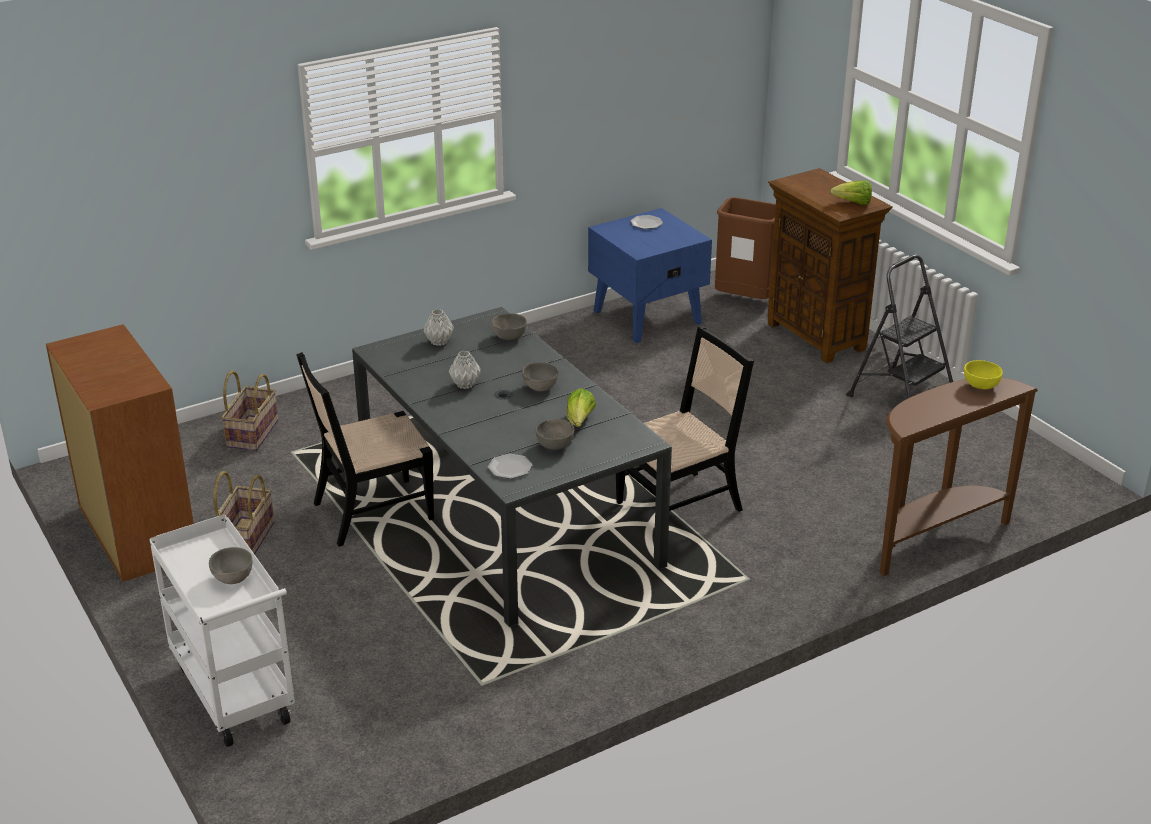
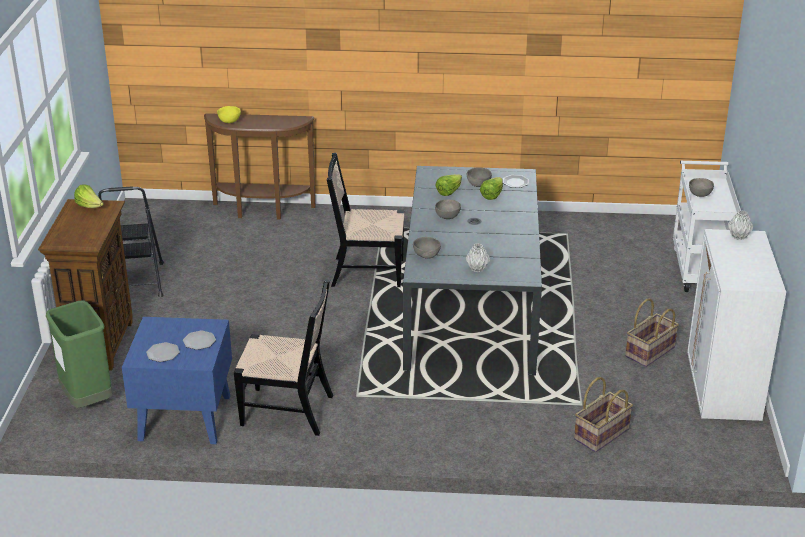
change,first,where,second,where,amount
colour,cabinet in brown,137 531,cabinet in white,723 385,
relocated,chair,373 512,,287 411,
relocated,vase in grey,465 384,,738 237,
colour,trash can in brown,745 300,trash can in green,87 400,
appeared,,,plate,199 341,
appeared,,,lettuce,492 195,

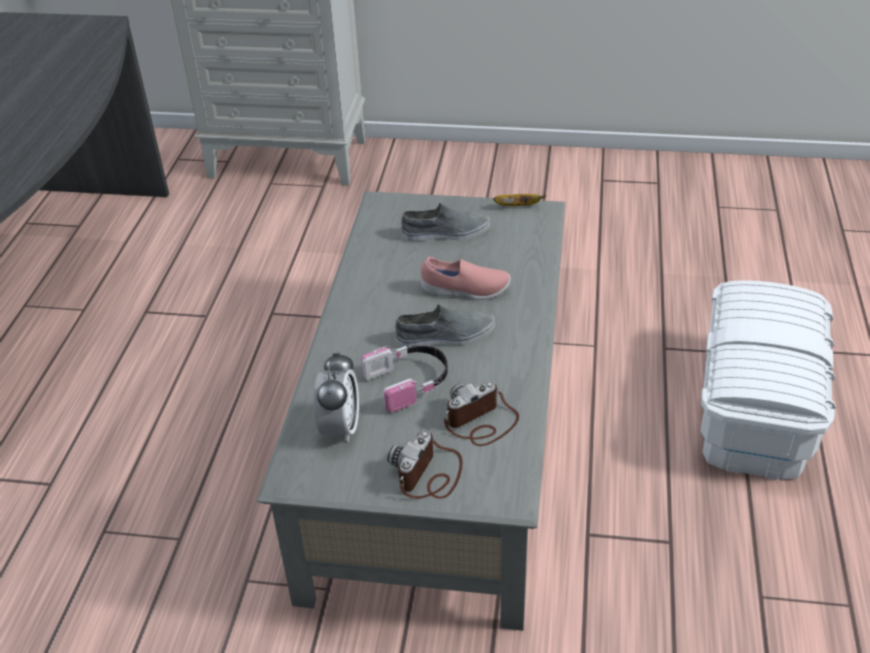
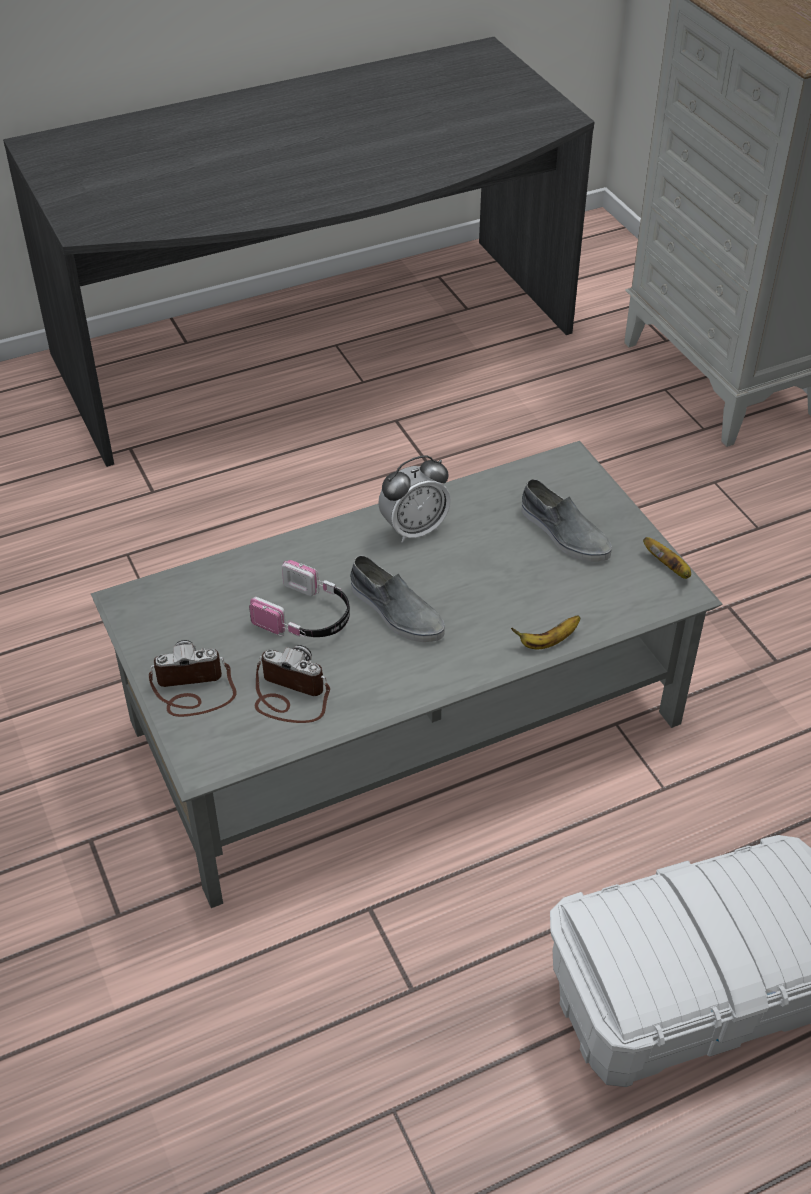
change,first,where,second,where,amount
relocated,alarm clock,340 427,,414 529,
missing,shoe in pink,465 291,,,
appeared,,,banana,548 642,

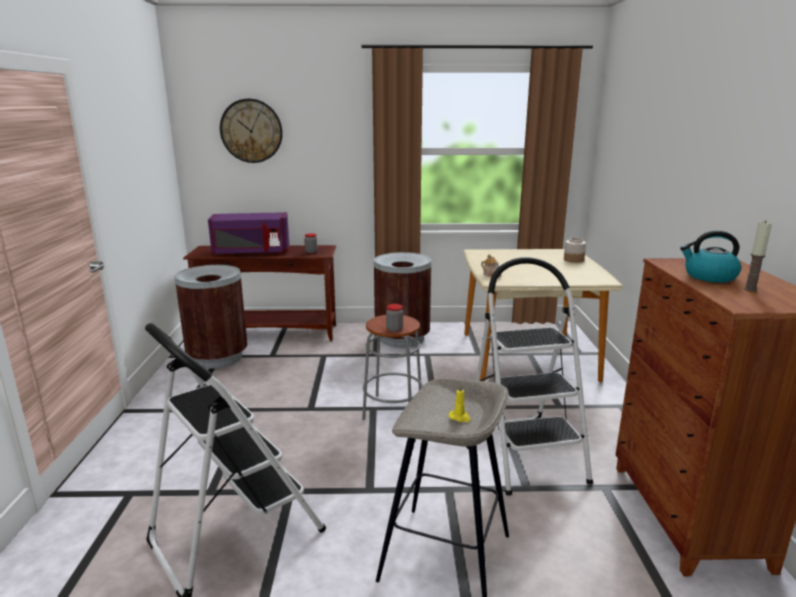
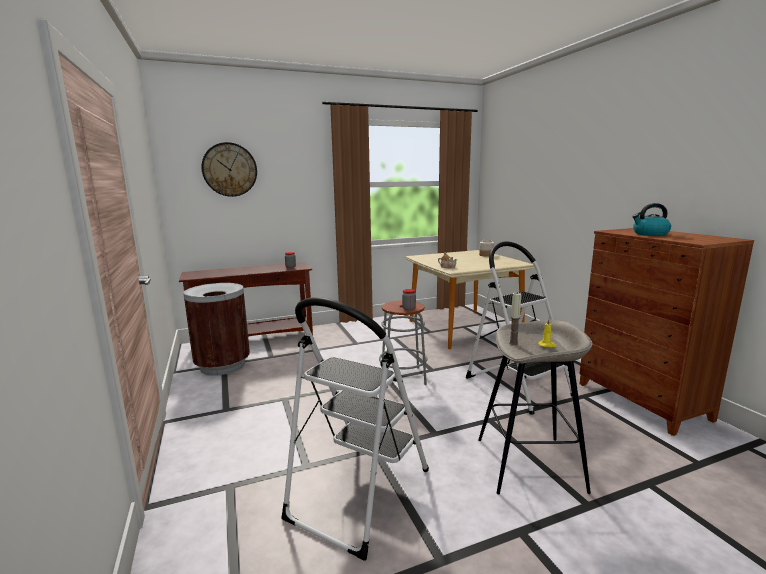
change,first,where,second,where,amount
missing,microwave in purple,251 252,,,
missing,trash can in brown,402 338,,,
relocated,candle,750 289,,513 343,

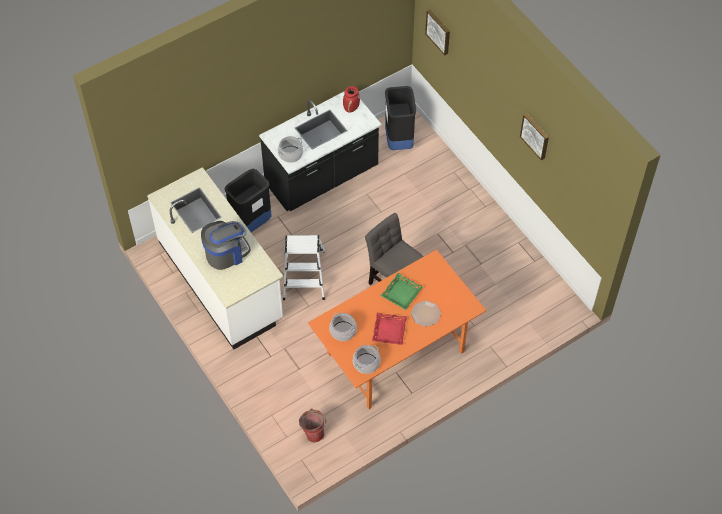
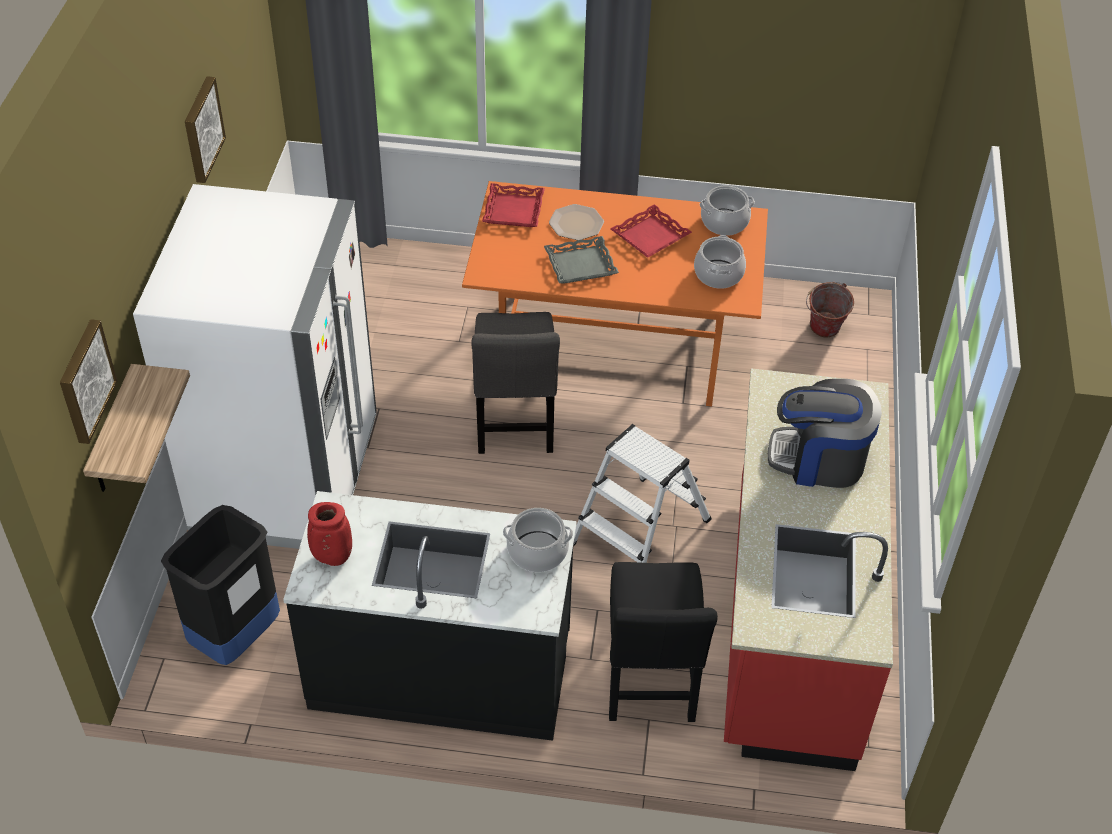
change,first,where,second,where,amount
colour,counter in white,221 280,counter in red,790 619,
exchanged,trash can in black,251 223,chair in black,650 681,
colour,tray in green,402 293,tray in grey,580 264,
appeared,,,shelf,113 434,
appeared,,,fridge in white,287 478,
appeared,,,tray in red,514 210,

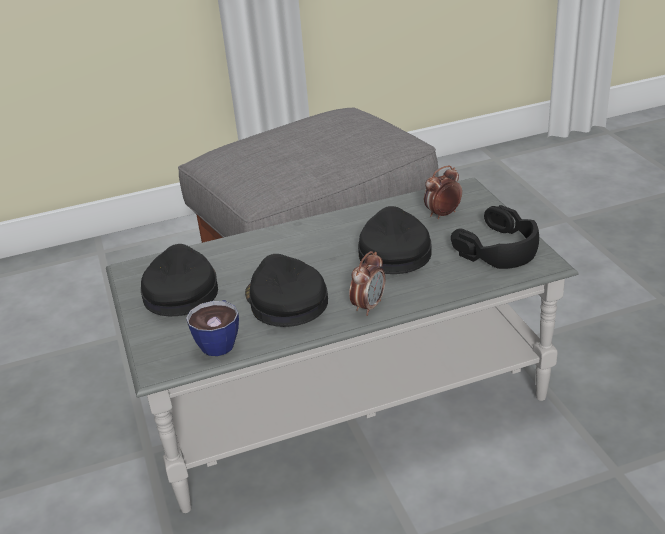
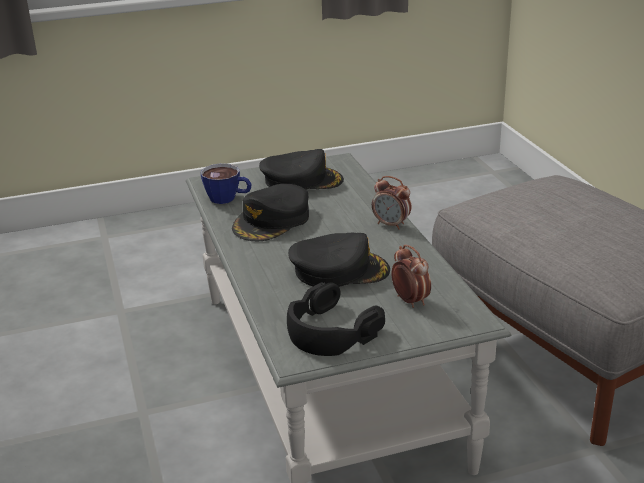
change,first,where,second,where,amount
spun,cap in black,285 300,,272 221,150 degrees clockwise
relocated,alarm clock,368 306,,391 225,

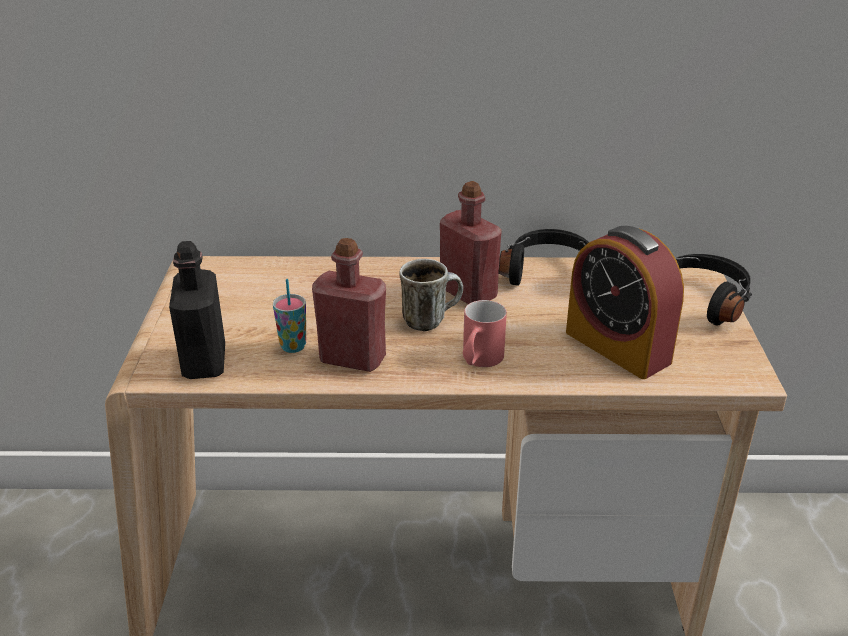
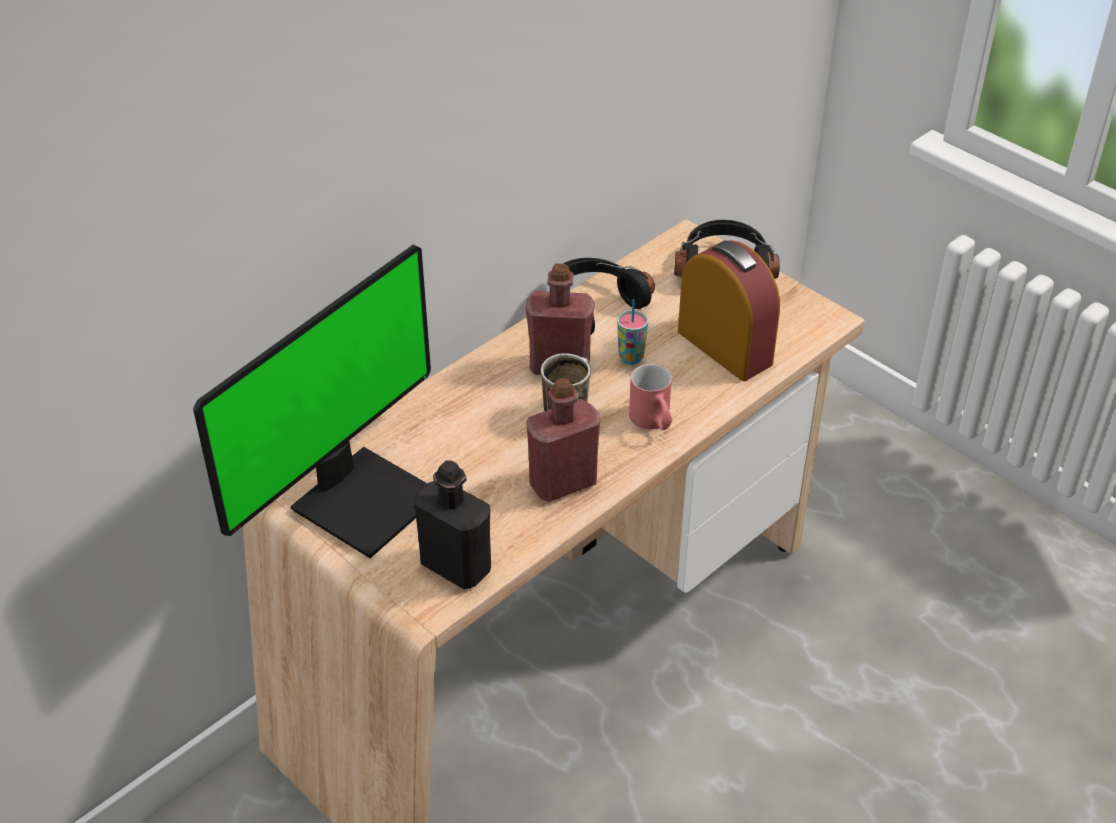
change,first,where,second,where,amount
relocated,cup,293 346,,631 358,
spun,alarm clock,617 347,,724 347,135 degrees counterclockwise
appeared,,,monitor,362 499,

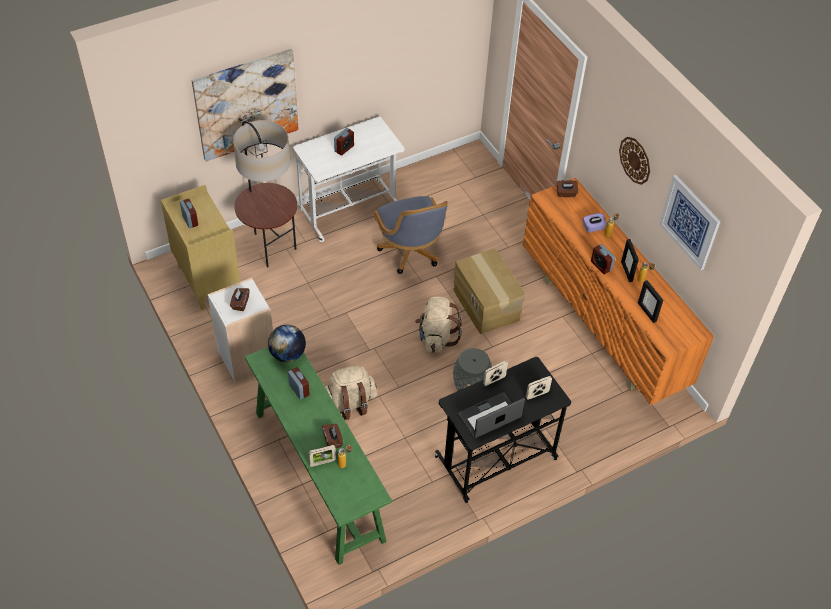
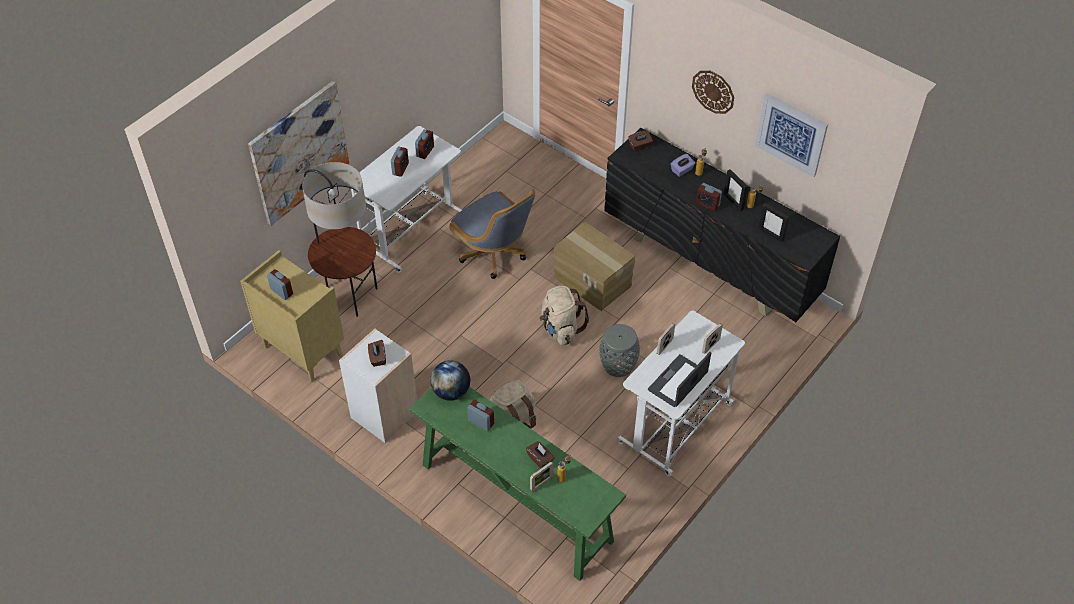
change,first,where,second,where,amount
colour,desk in black,495 458,desk in white,675 424,
colour,cabinet in orange,602 326,cabinet in black,710 264,
appeared,,,alarm clock,425 151,

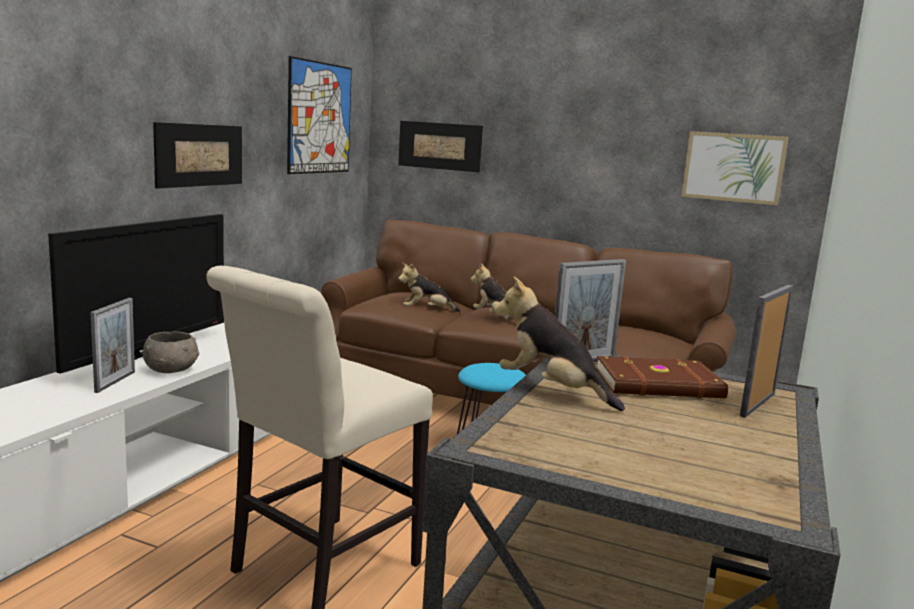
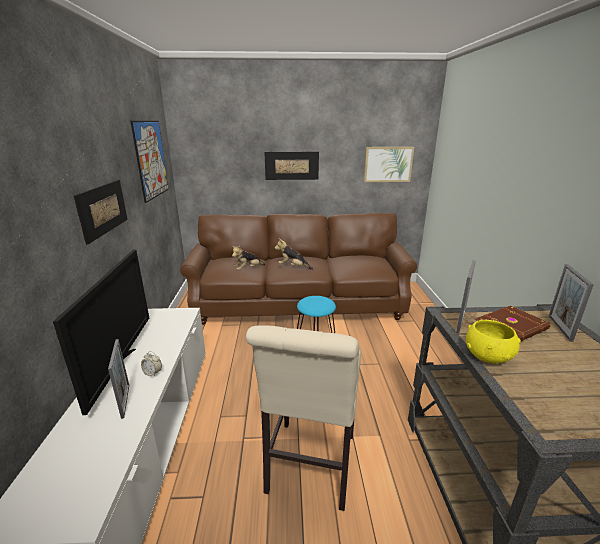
change,first,where,second,where,amount
exchanged,bowl in grey,171 370,alarm clock,153 373,
relocated,picture,439 146,,291 165,
exchanged,plush toy,551 391,bowl in yellow,488 356,

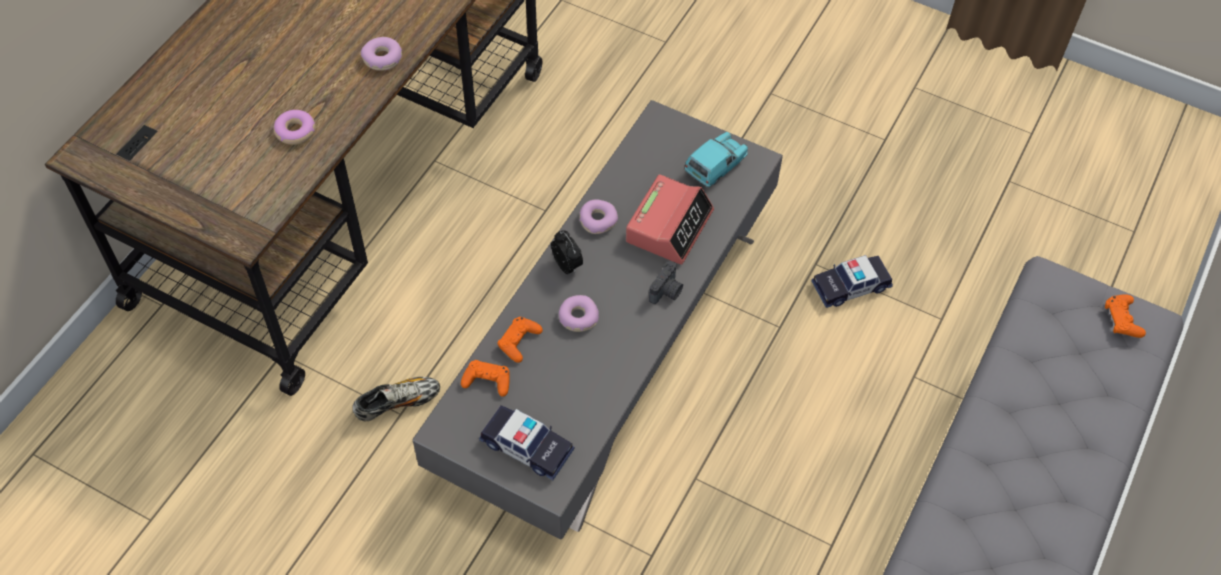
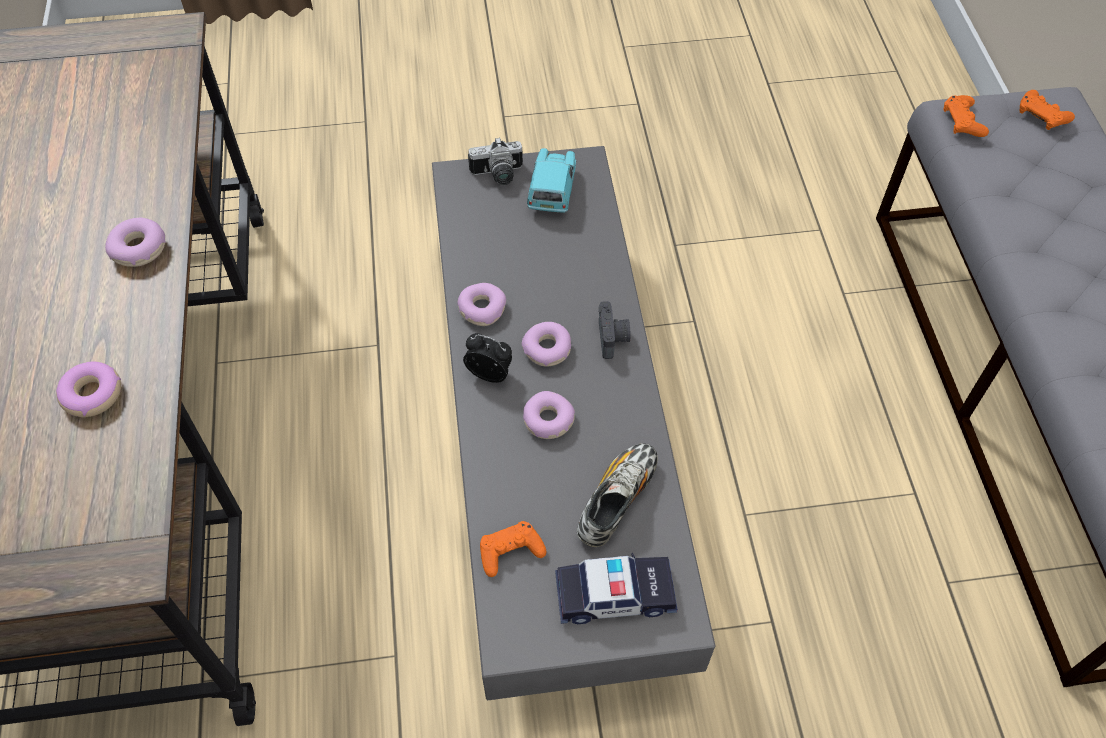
change,first,where,second,where,amount
relocated,shoe,397 403,,616 500,
relocated,game controller in orange,519 341,,963 121,
missing,alarm clock,669 226,,,
missing,toy car,850 286,,,
appeared,,,photo camera,498 175,
appeared,,,donut,547 349,

